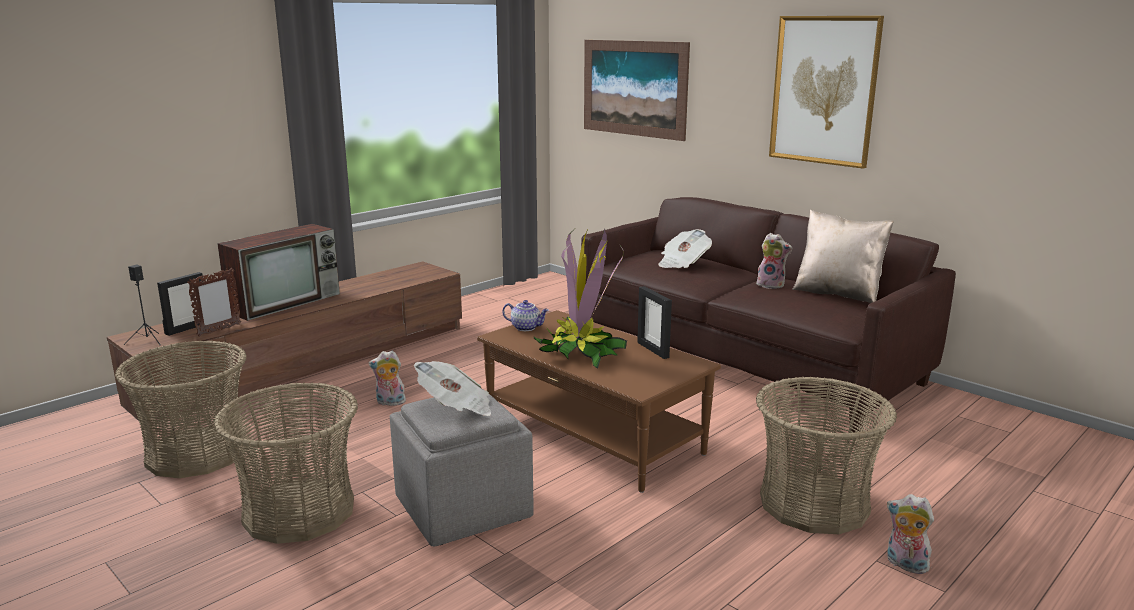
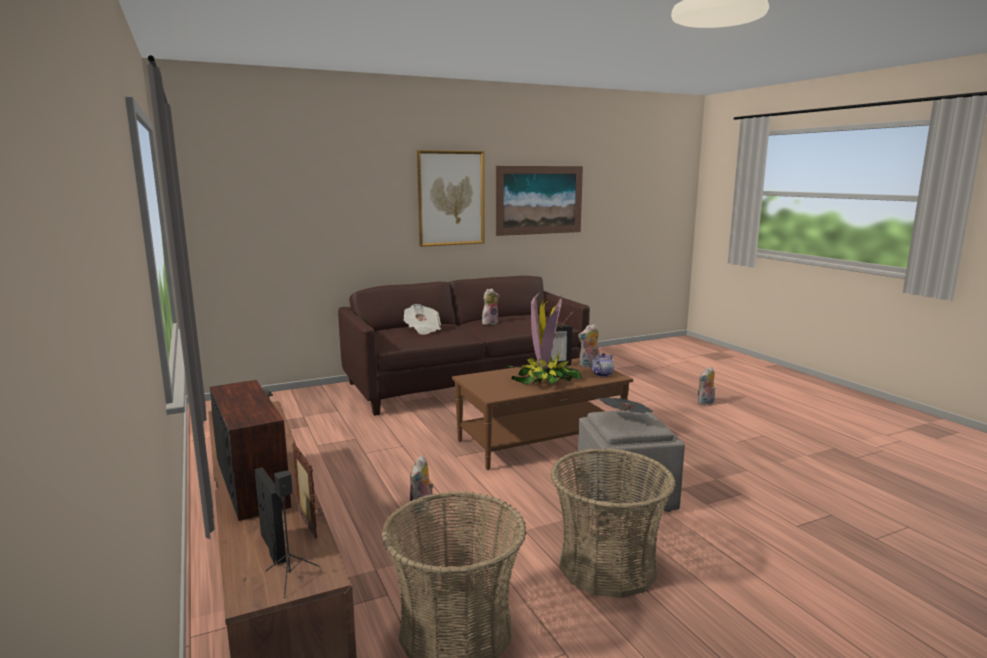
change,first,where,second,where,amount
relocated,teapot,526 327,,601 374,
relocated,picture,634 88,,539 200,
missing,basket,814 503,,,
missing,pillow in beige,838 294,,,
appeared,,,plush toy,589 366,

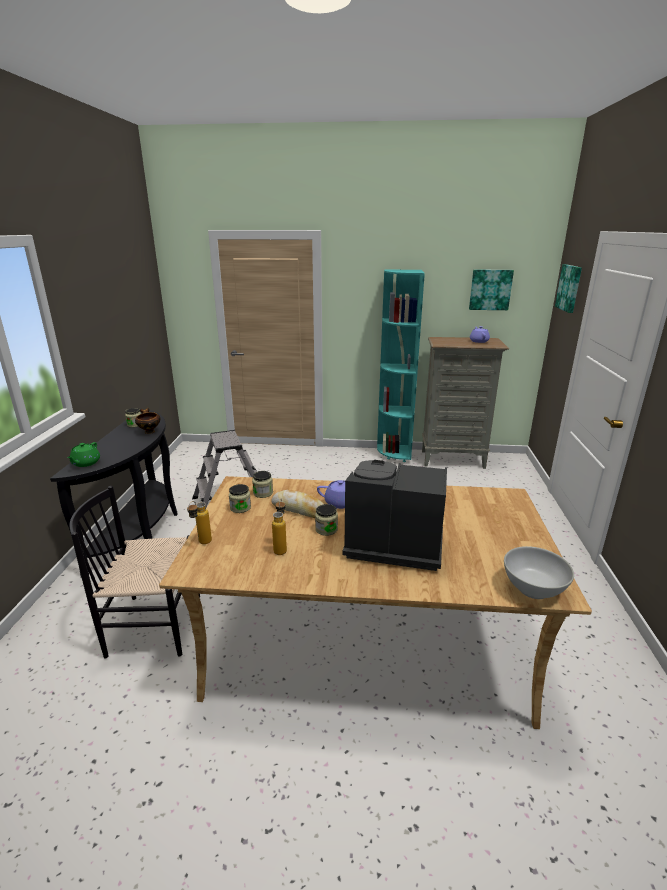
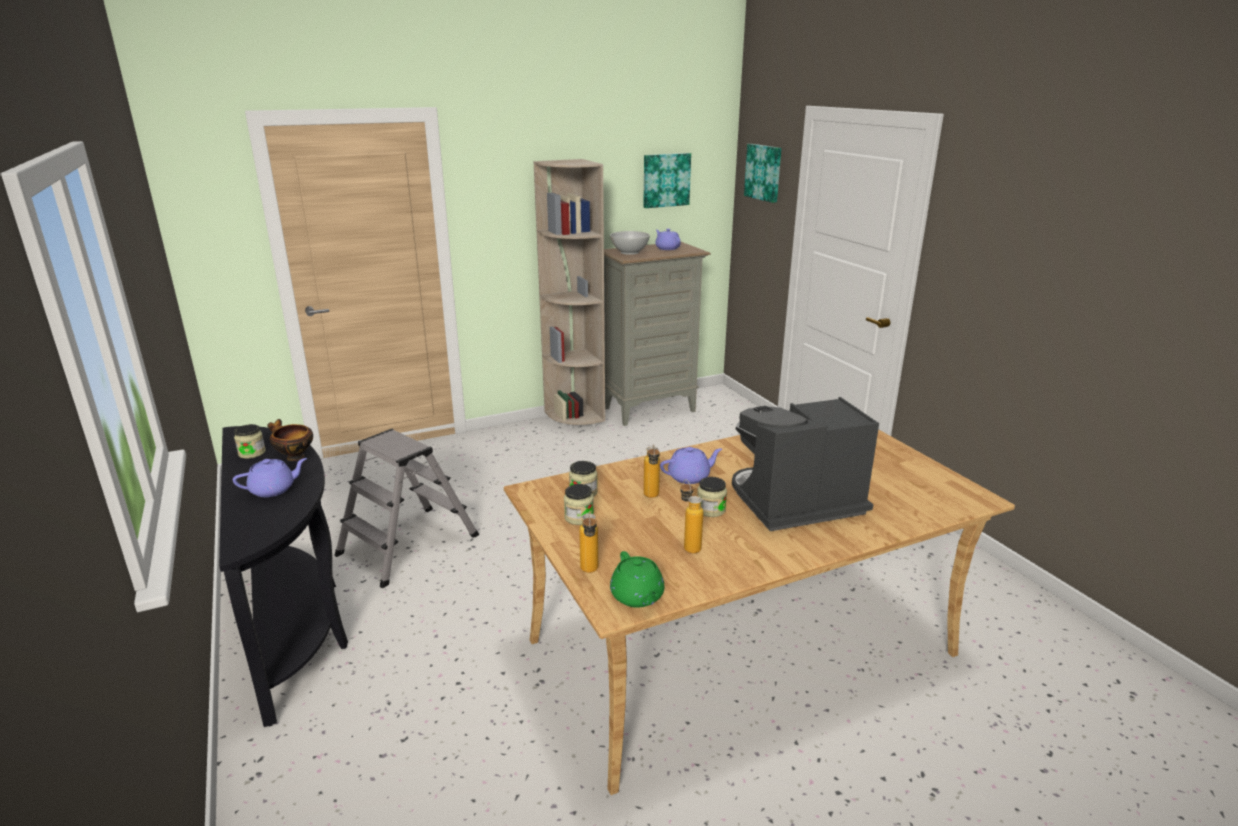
change,first,where,second,where,amount
relocated,teapot in green,85 463,,637 596,
missing,chair in black,150 625,,,
exchanged,bread,299 509,bottle,651 498,
colour,bookcase in turquoise,394 456,bookcase in beige,575 421,
relocated,bowl in white,533 589,,630 252,
appeared,,,teapot in purple,274 489,

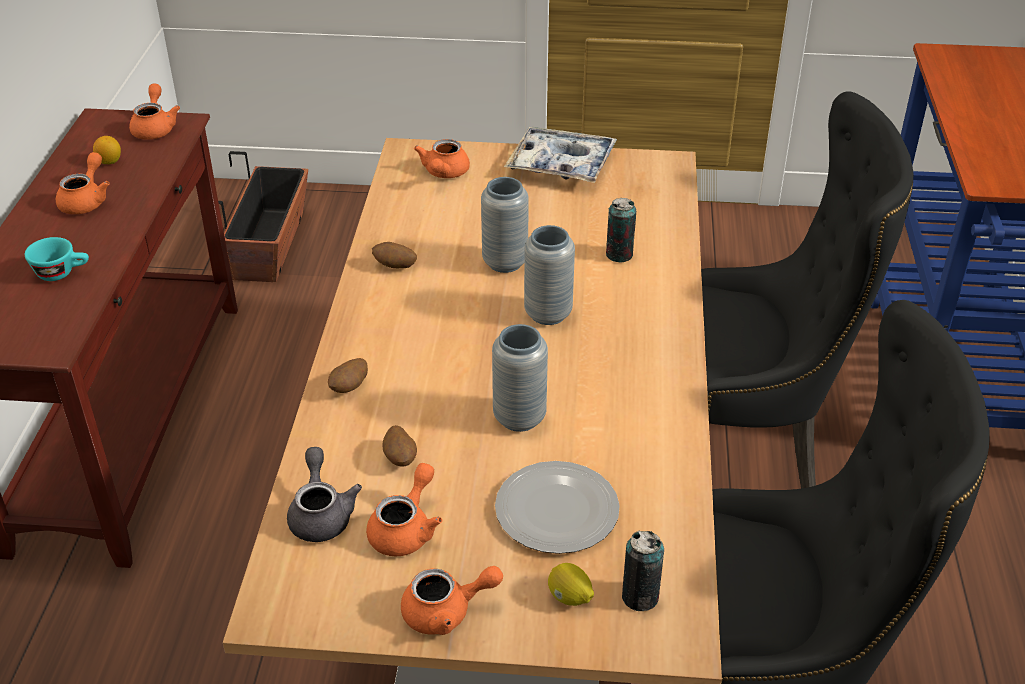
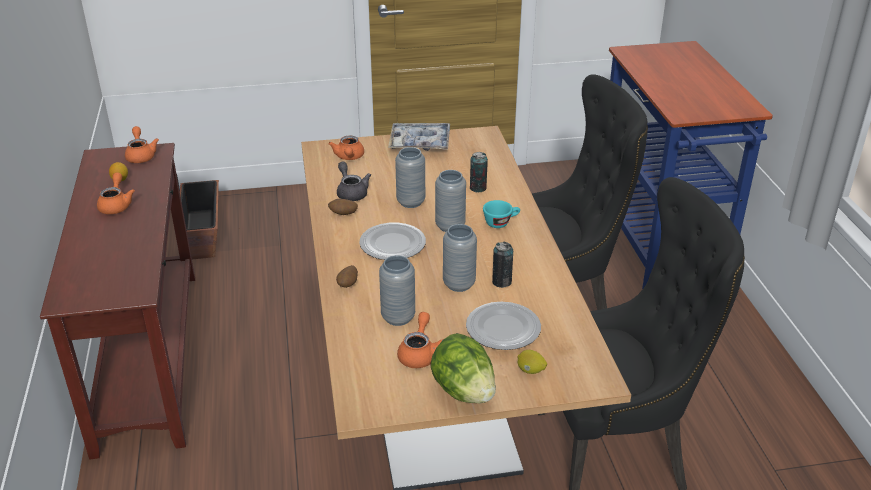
change,first,where,second,where,amount
relocated,cup in turquoise,62 273,,501 222,
relocated,teapot in grey,321 514,,351 192,
exchanged,potato,400 459,vase in grey,398 317,
exchanged,teapot in orange,446 612,lettuce,463 391,
relocated,can,640 597,,502 282,
appeared,,,plate,393 244,

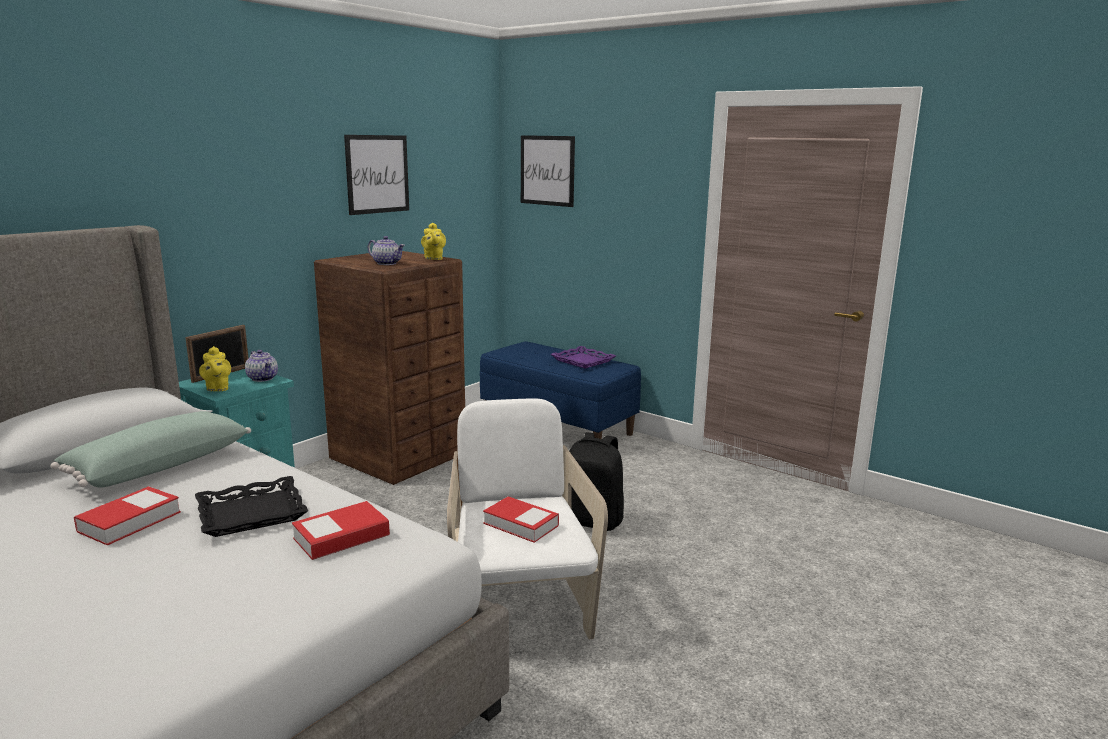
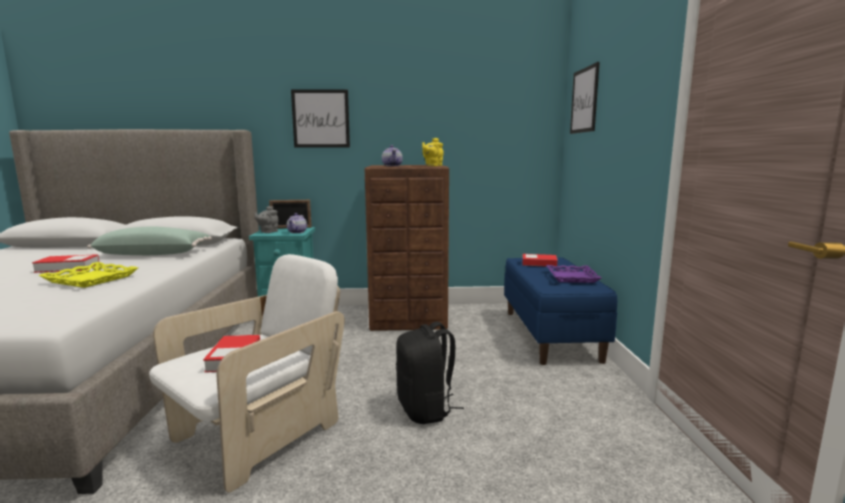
change,first,where,second,where,amount
colour,tray in black,251 514,tray in yellow,90 279,
colour,teapot in yellow,217 388,teapot in grey,268 232,
relocated,book,341 537,,539 263,
relocated,picture,377 174,,321 118,

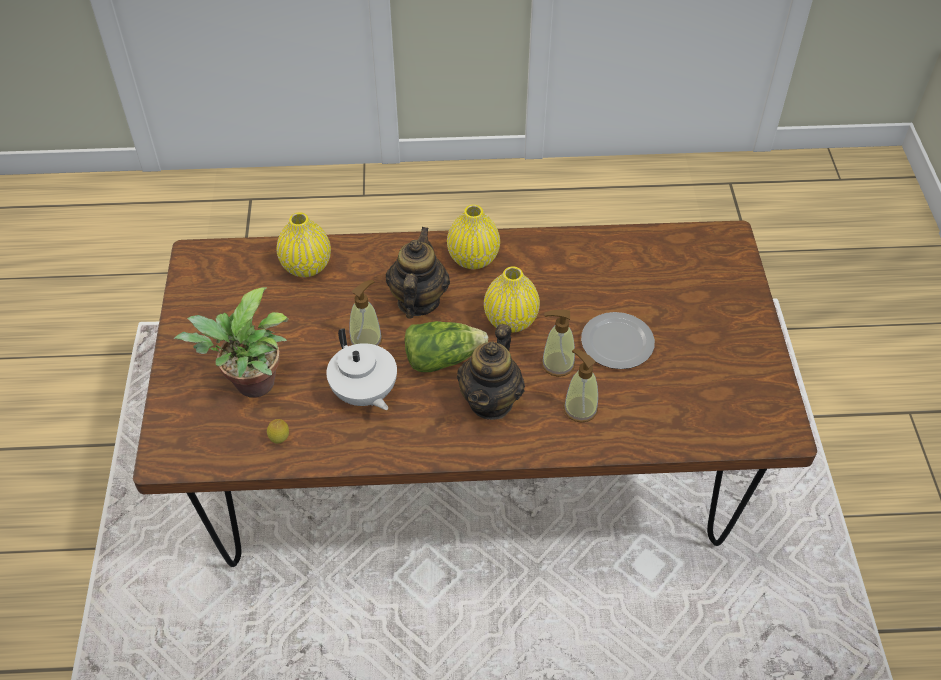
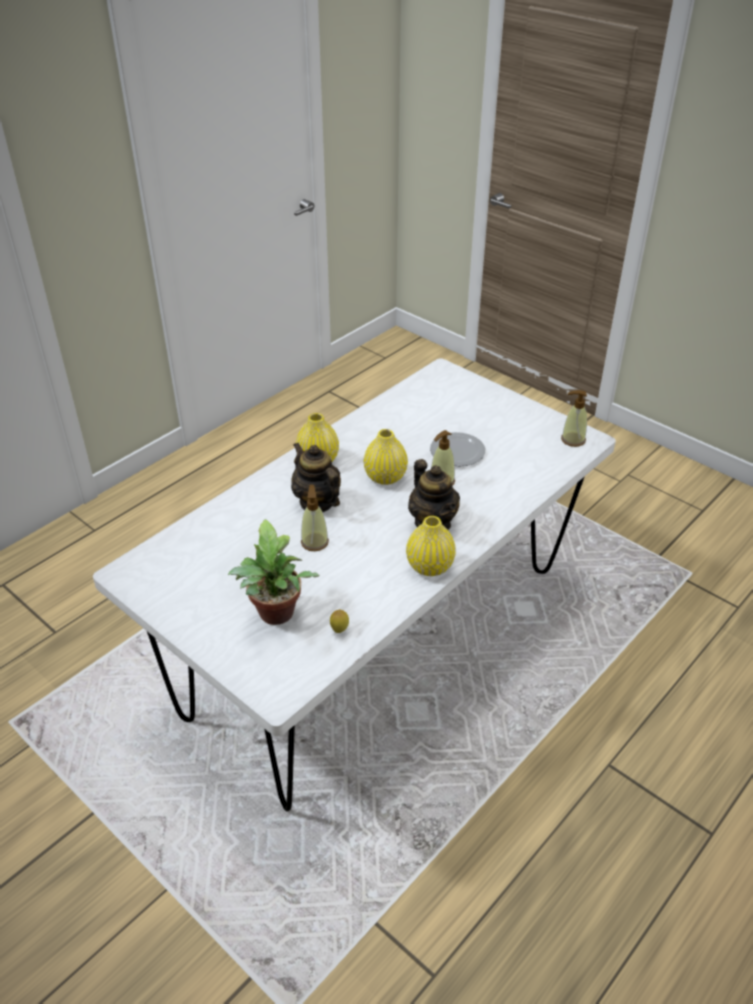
change,first,where,second,where,amount
colour,dining table in brown,469 482,dining table in white,377 643,
relocated,vase in yellow,306 266,,429 566,
missing,teapot in white,364 394,,,
missing,lettuce,442 358,,,
relocated,soap dispenser,580 408,,572 440,

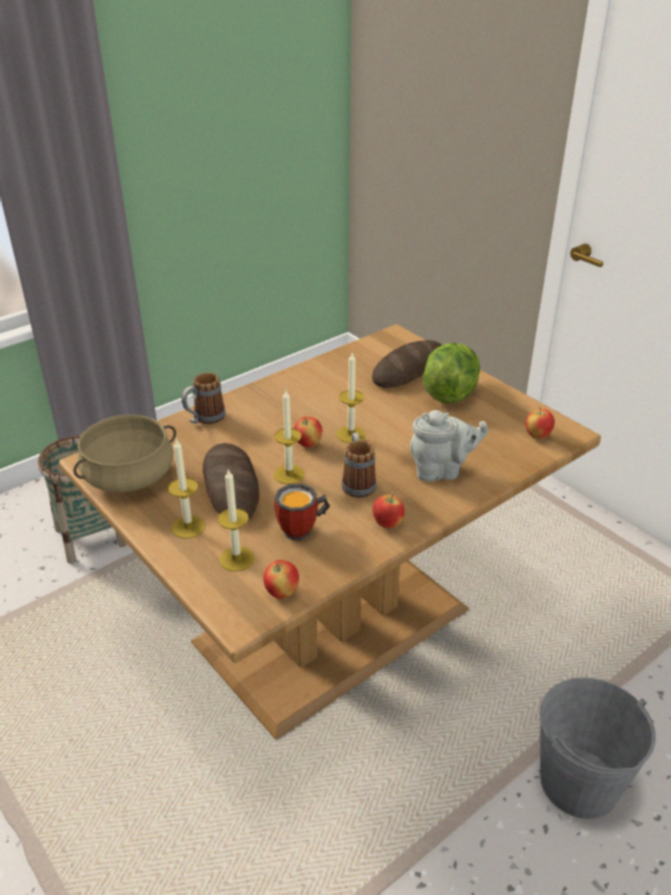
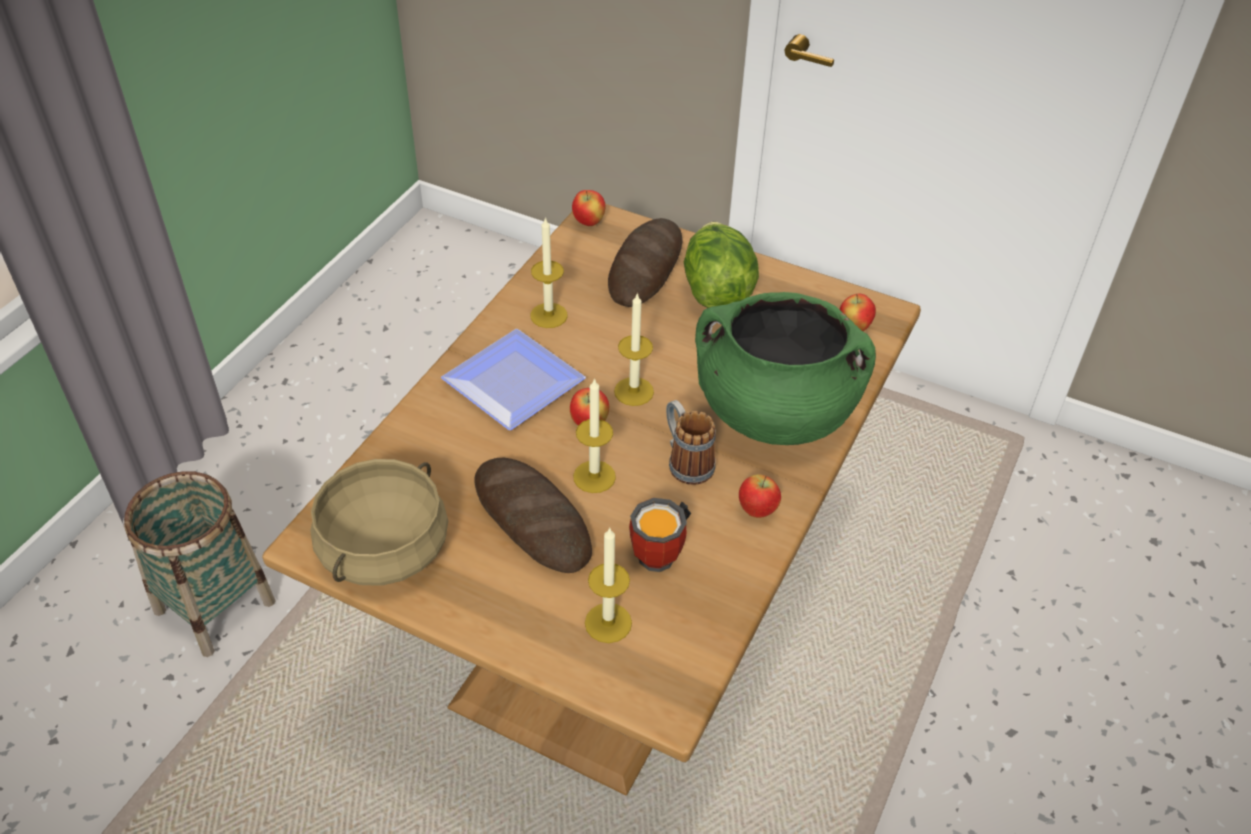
change,first,where,second,where,amount
relocated,candle,188 527,,549 315,
missing,mug,204 419,,,
relocated,apple,282 593,,589 222,
exchanged,teapot in grey,442 471,cooking pot in green,774 413,
missing,bucket in grey,579 782,,,
appeared,,,plate,508 383,

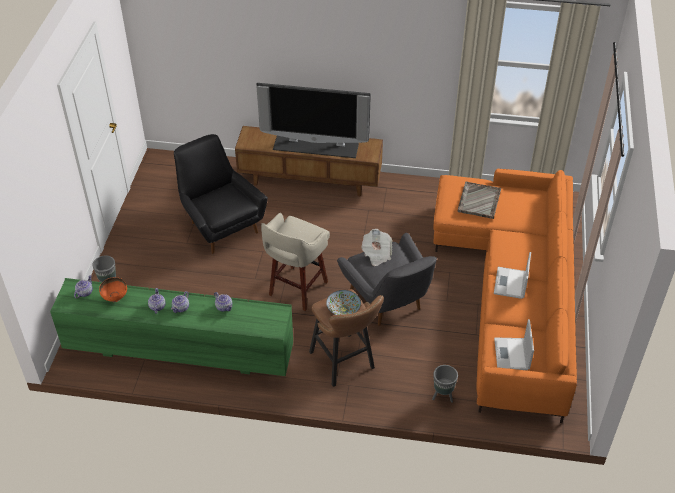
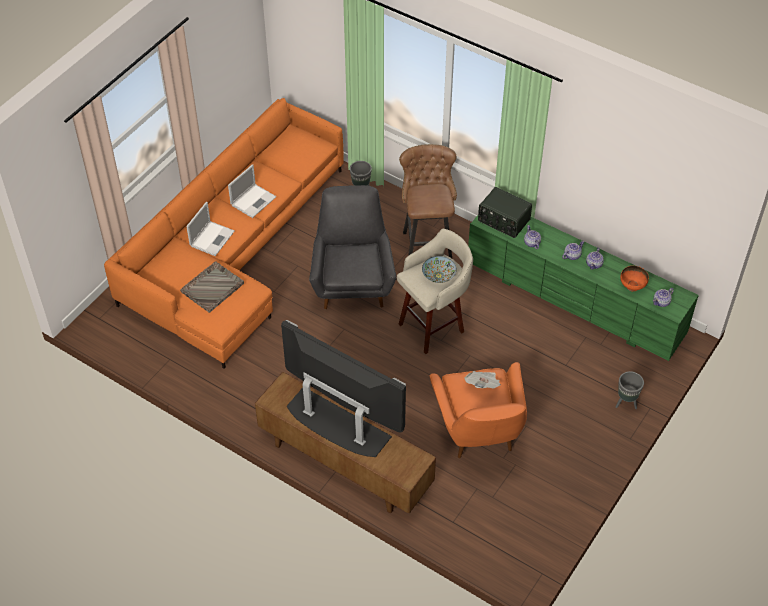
change,first,where,second,where,amount
colour,armchair in black,220 226,armchair in orange,479 434,
relocated,bowl,343 309,,438 276,
relocated,newspaper,376 254,,483 385,
relocated,laptop,512 355,,212 238,
appeared,,,radio,503 221,

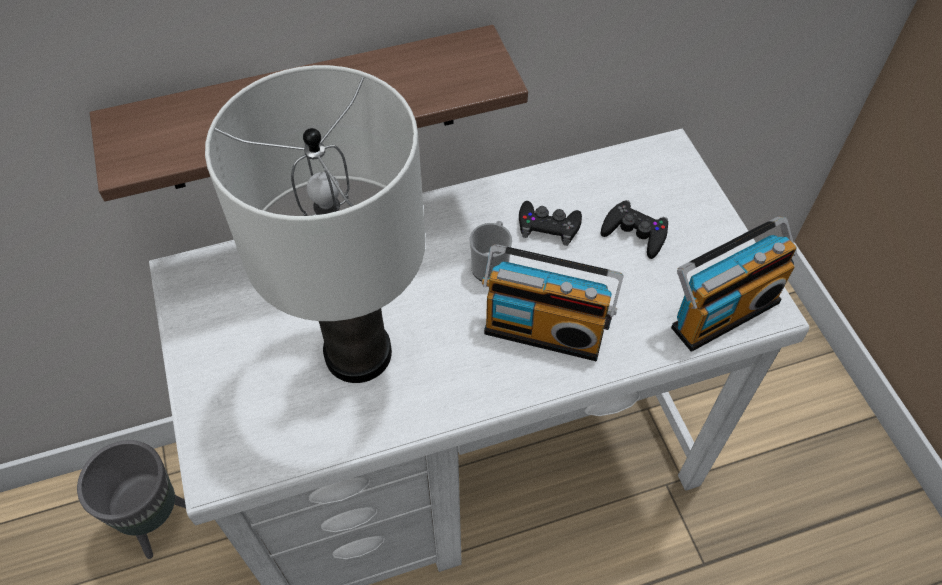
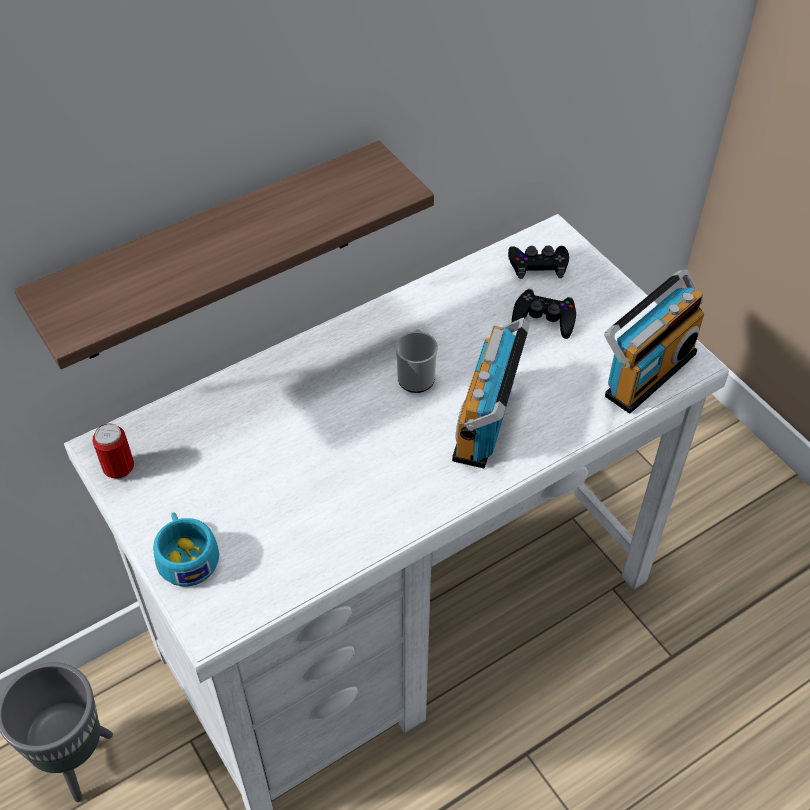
change,first,where,second,where,amount
missing,table lamp in white,358 354,,,
spun,radio,545 329,,487 423,105 degrees clockwise
relocated,game controller in black,548 226,,538 265,
appeared,,,can,119 469,
appeared,,,cup in turquoise,187 556,

